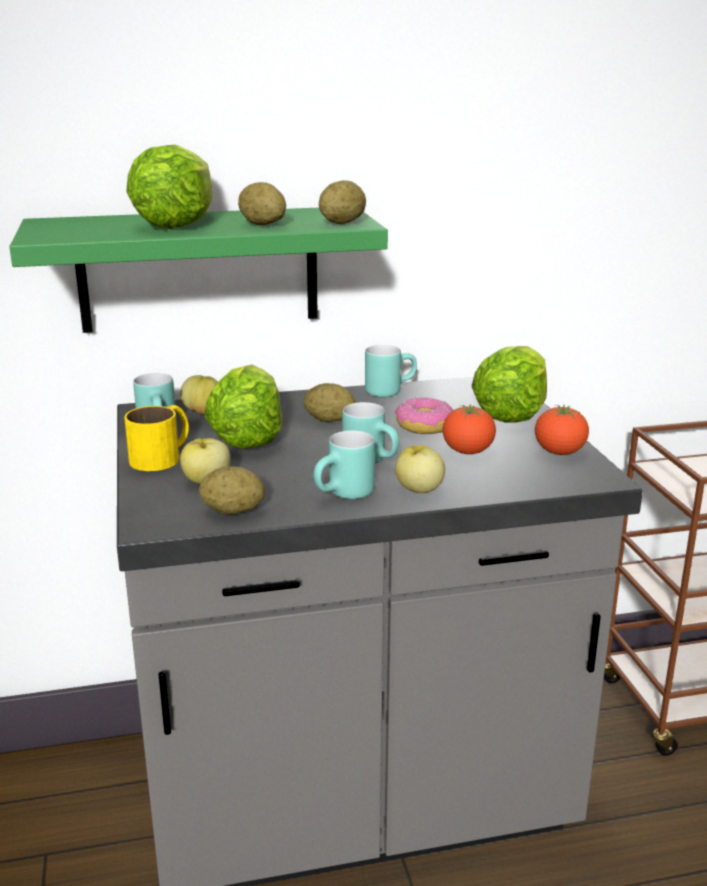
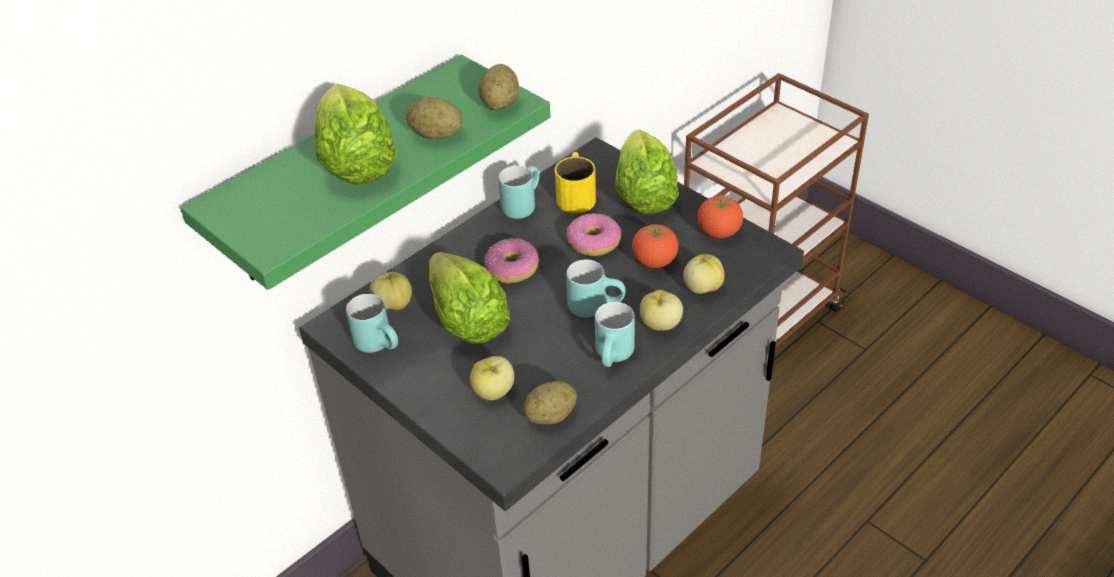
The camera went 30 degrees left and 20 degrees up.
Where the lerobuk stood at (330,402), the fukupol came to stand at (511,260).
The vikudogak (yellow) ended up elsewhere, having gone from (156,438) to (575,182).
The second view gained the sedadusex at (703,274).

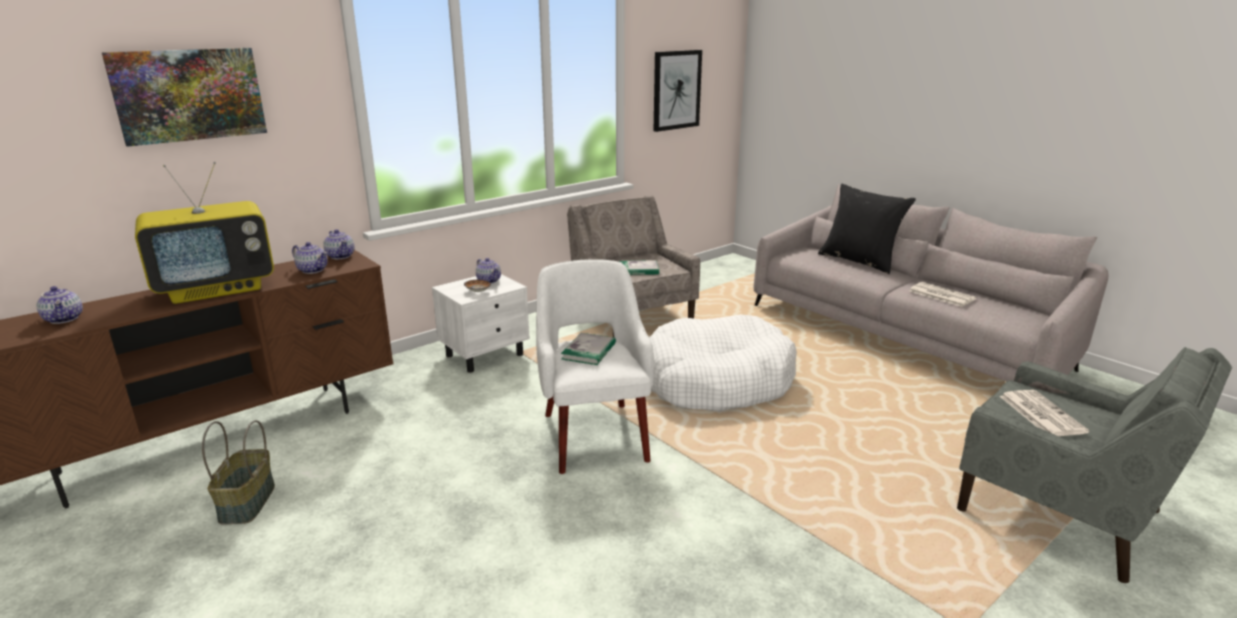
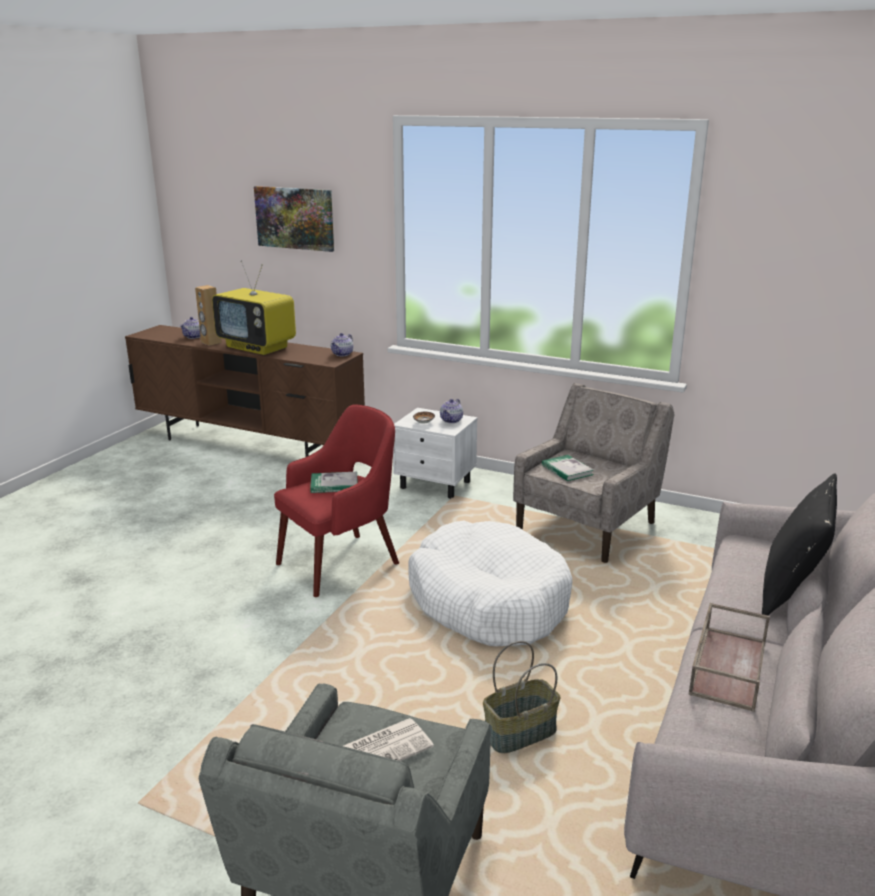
The camera went 65 degrees right and 0 degrees up.
The second view lost the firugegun at (678,91).
The second view lost the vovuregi at (310,258).
What was the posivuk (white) at (595,366) turned into the posivuk (red) at (336,501).
Where the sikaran stood at (942,294), the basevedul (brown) came to stand at (729,657).
The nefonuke ended up elsewhere, having gone from (238,472) to (522,697).
The second view gained the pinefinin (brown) at (208,315).

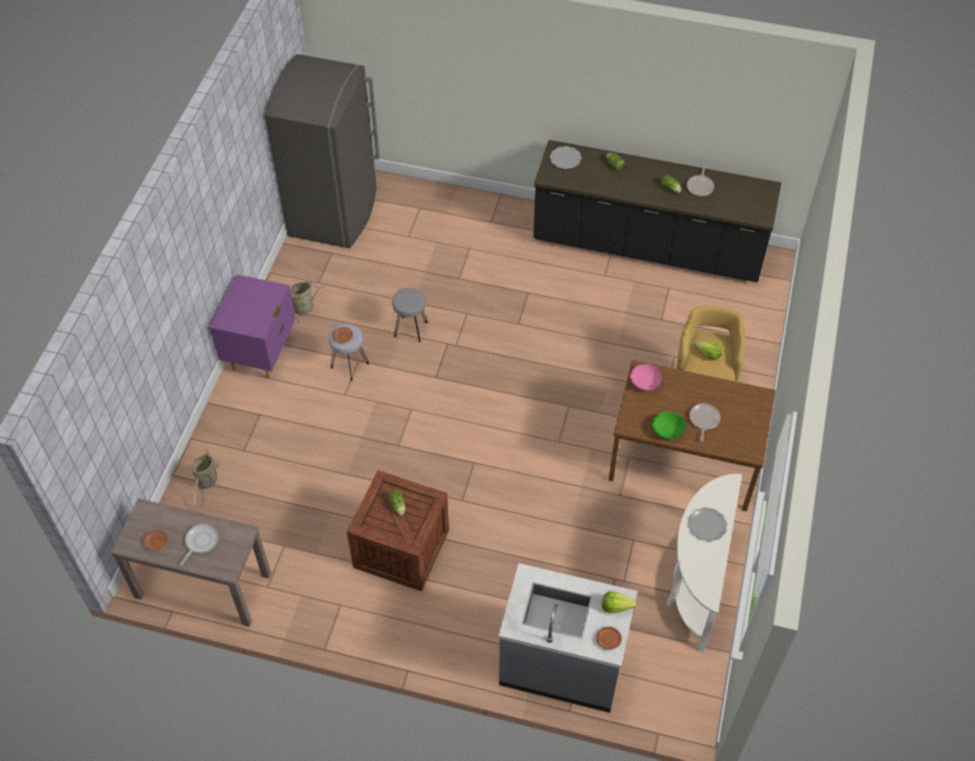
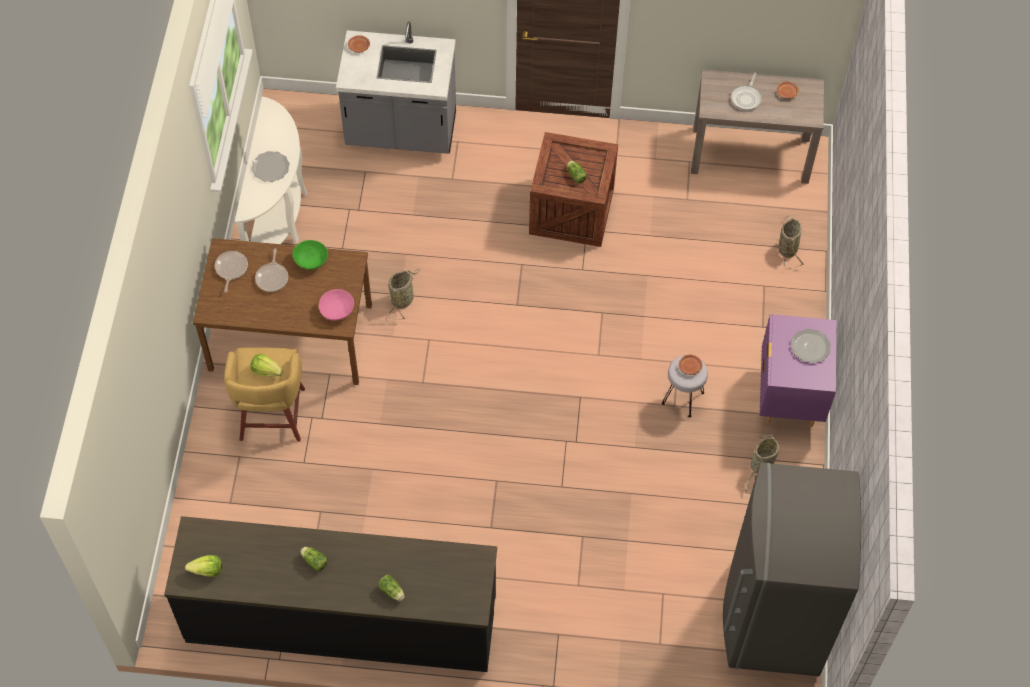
The camera went 170 degrees right and 5 degrees up.
The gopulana ended up elsewhere, having gone from (566,157) to (811,345).
The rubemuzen ended up elsewhere, having gone from (700,180) to (231,271).
The second view lost the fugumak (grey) at (410,315).
The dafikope ended up elsewhere, having gone from (619,602) to (203,566).
The second view gained the nefonuke at (404,294).

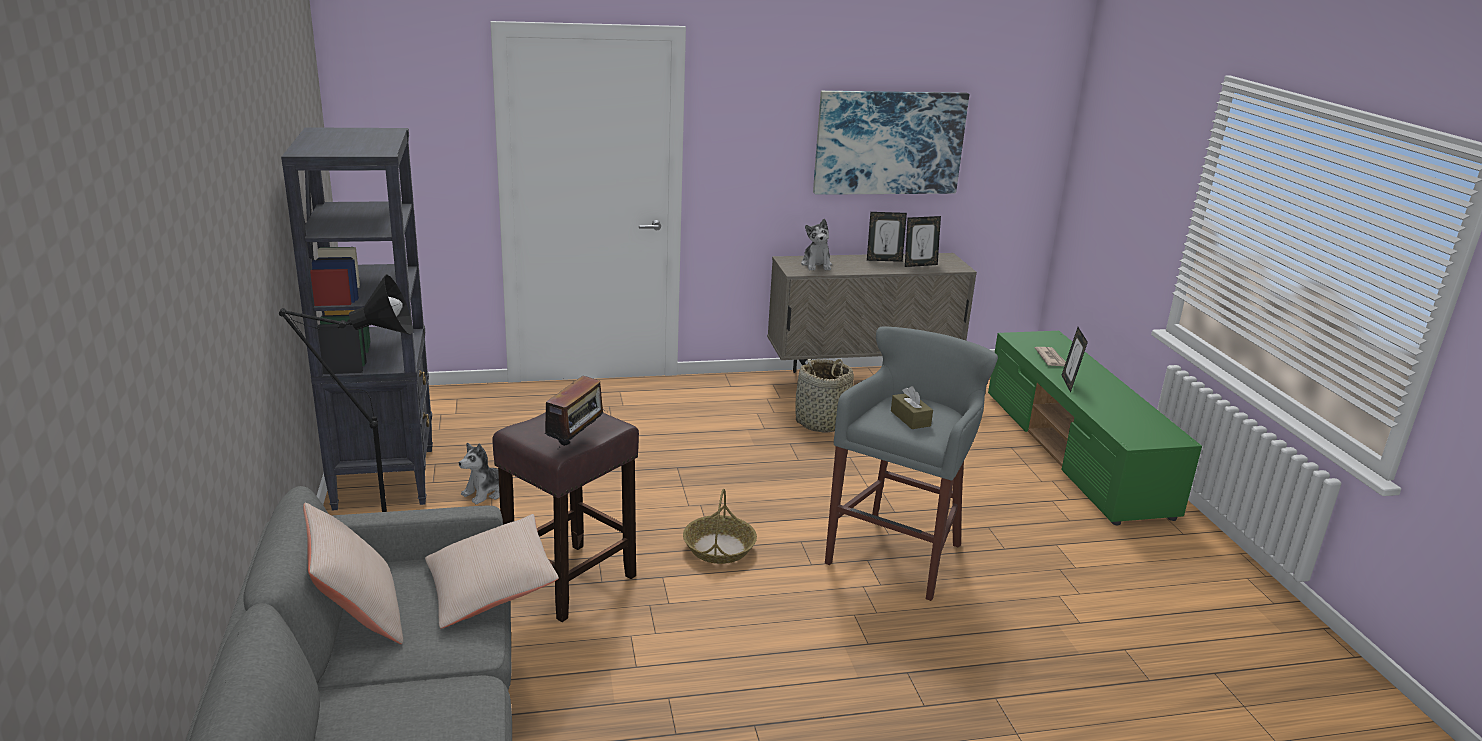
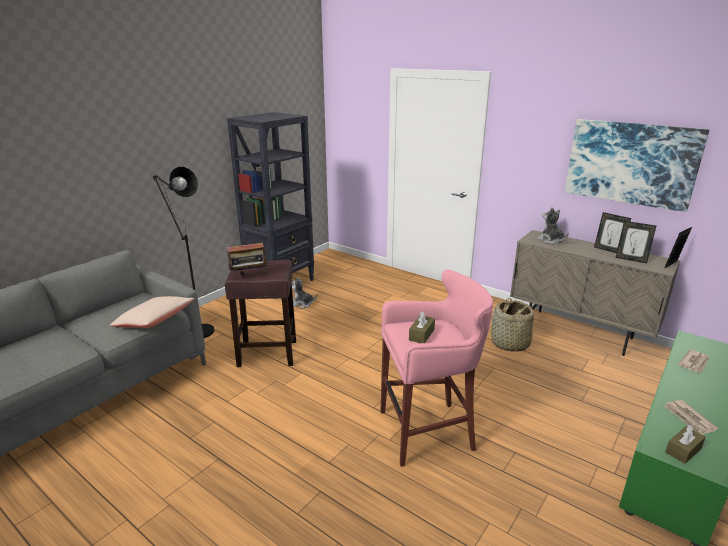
The camera went 50 degrees right and 0 degrees up.
The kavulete at (816,245) ended up facing another way, 105 degrees clockwise from before.
What was the fugumak (grey) at (911,463) turned into the fugumak (pink) at (437,368).
The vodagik ended up elsewhere, having gone from (1074,359) to (678,247).
The second view lost the nefonuke at (720,526).
The second view lost the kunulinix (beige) at (353,573).
The second view gained the sikaran at (691,417).
The second view gained the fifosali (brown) at (685,444).

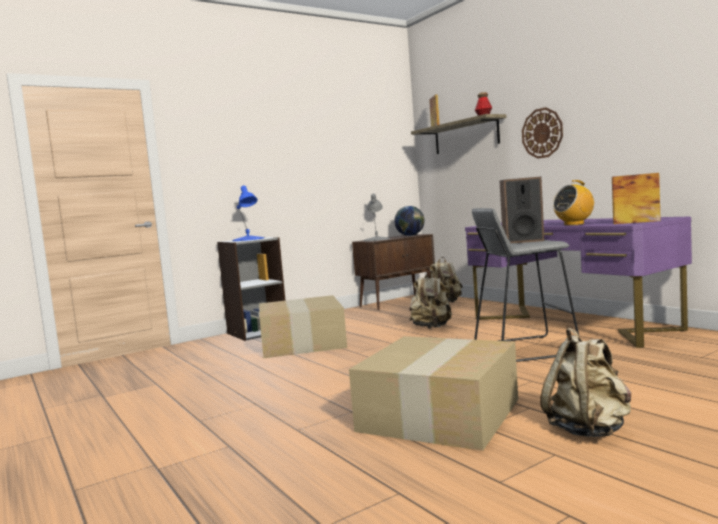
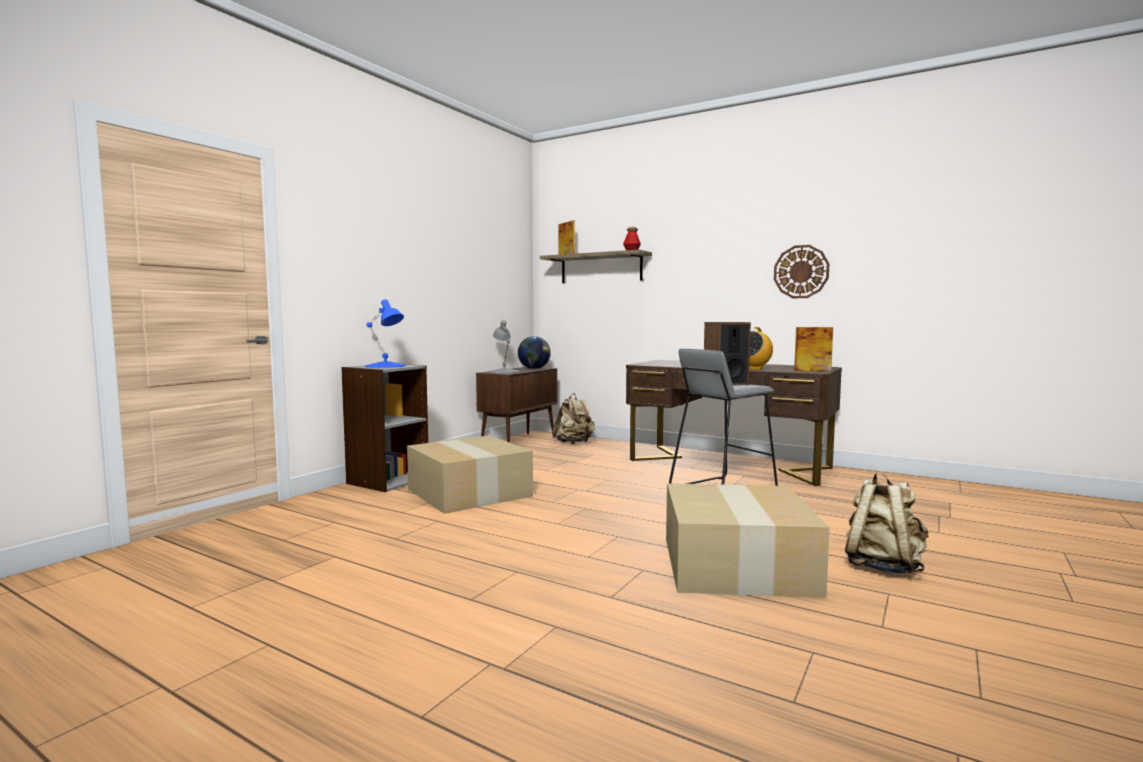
The camera went 25 degrees left and 0 degrees up.
The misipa ended up elsewhere, having gone from (542,133) to (801,271).
What was the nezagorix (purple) at (578,282) turned into the nezagorix (brown) at (734,423).
The second view lost the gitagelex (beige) at (430,299).

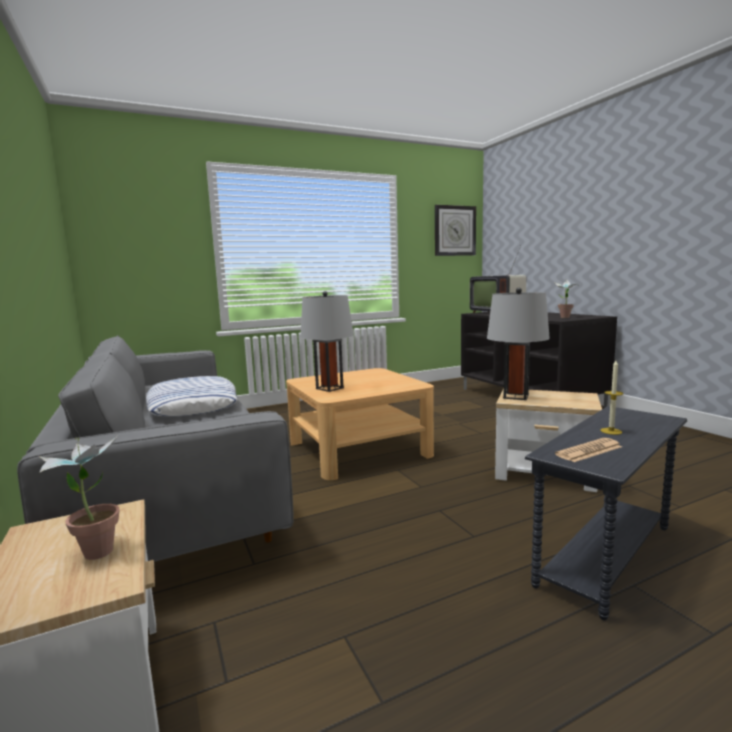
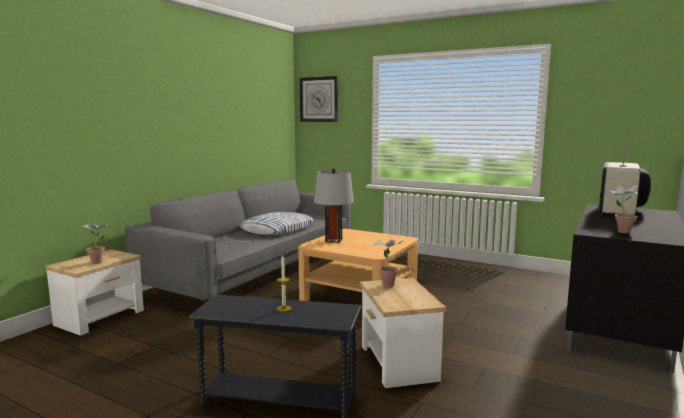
The camera went 55 degrees right and 0 degrees up.
The misipa ended up elsewhere, having gone from (455,230) to (319,99).
Where the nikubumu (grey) stood at (518,344), the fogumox came to stand at (388,261).
The second view lost the sikaran at (588,450).

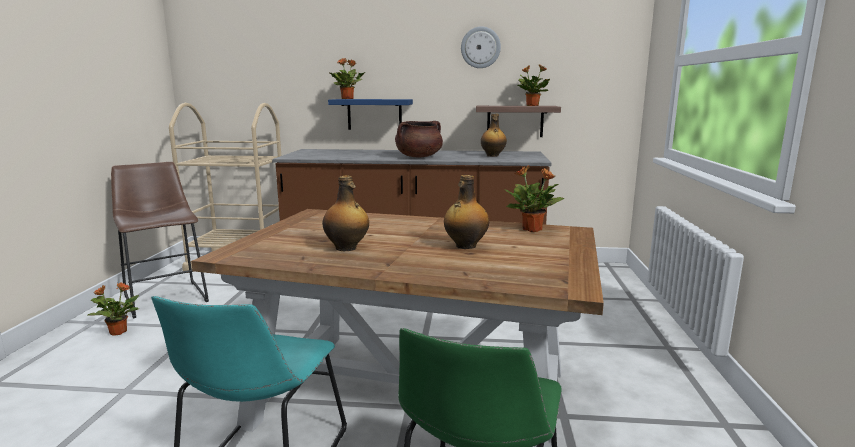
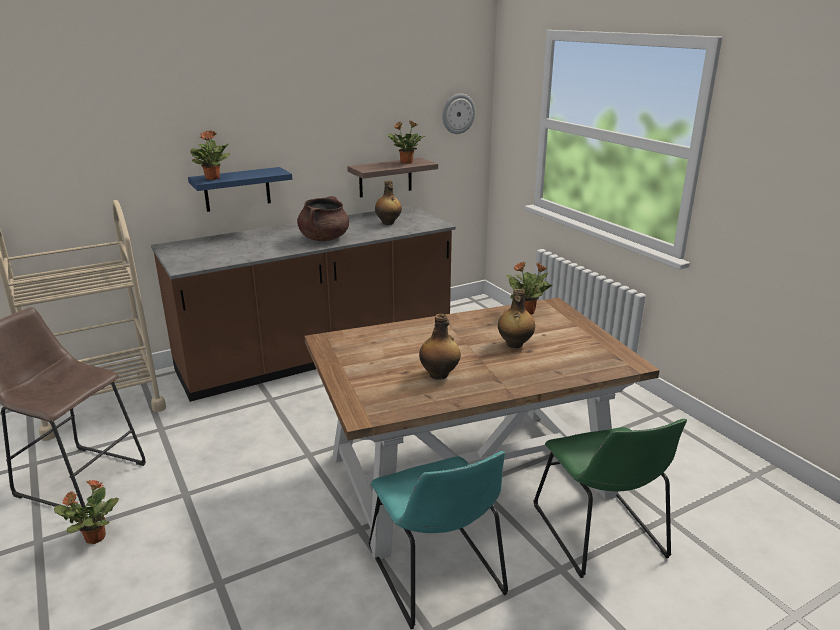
The camera went 35 degrees left and 10 degrees up.
The misipa ended up elsewhere, having gone from (481,47) to (459,113).

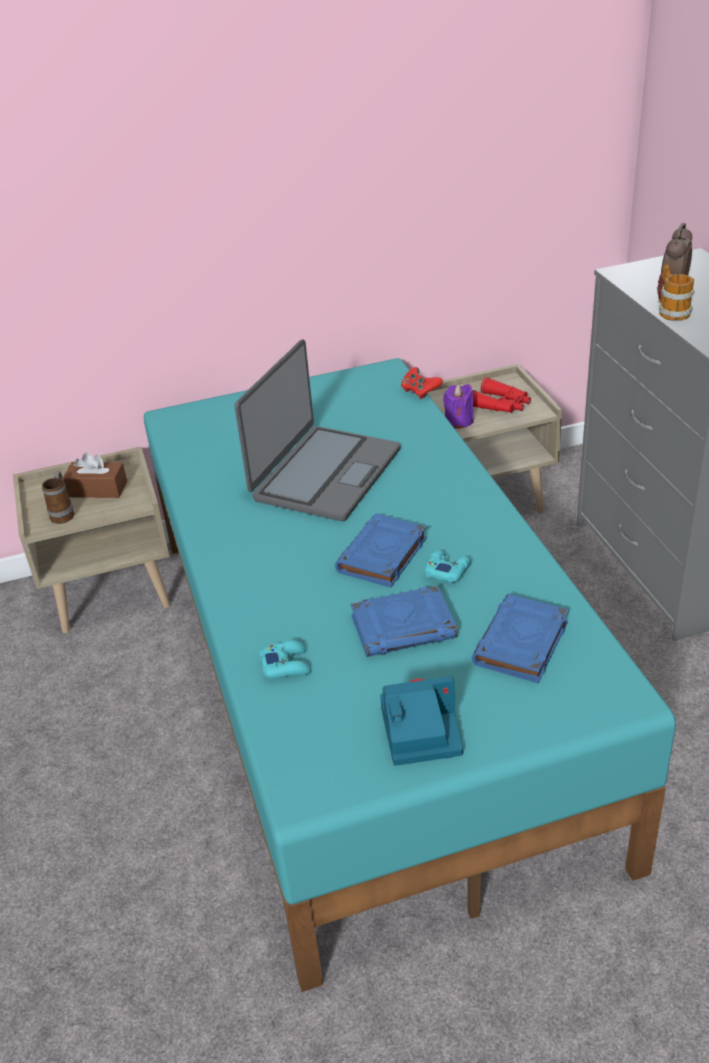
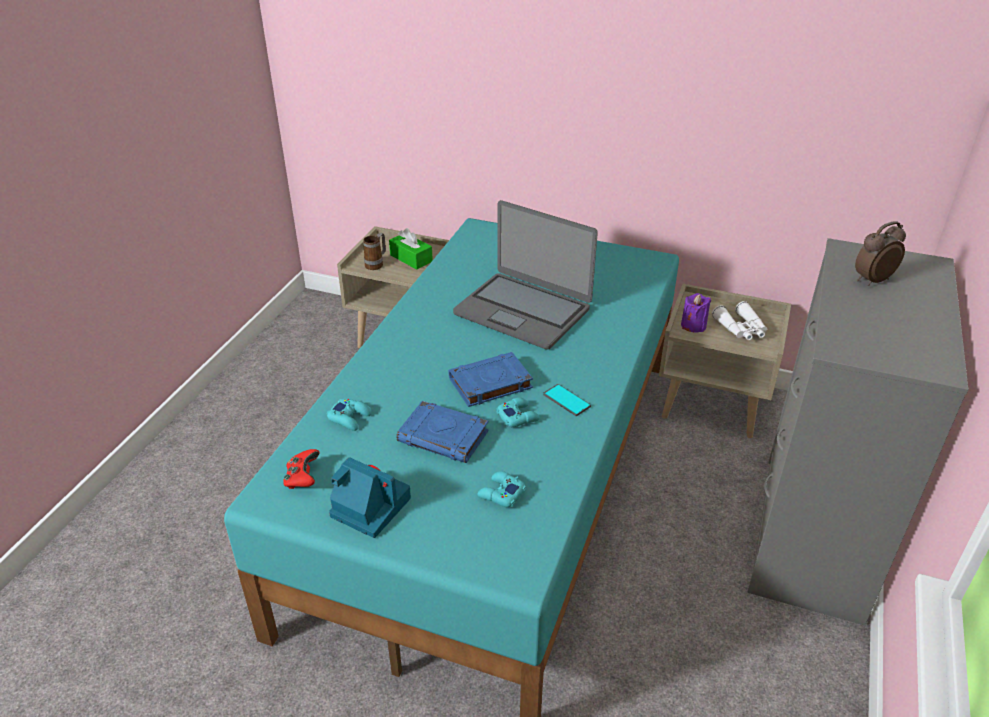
The camera went 35 degrees right and 0 degrees up.
The second view lost the vikudogak at (676,292).
The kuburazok at (317,430) ended up facing another way, 60 degrees clockwise from before.
The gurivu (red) ended up elsewhere, having gone from (422,383) to (301,469).
What was the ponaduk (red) at (501,395) turned into the ponaduk (white) at (739,320).
What was the fifosali (brown) at (95,475) turned into the fifosali (green) at (411,249).
Where the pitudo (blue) stood at (520,638), the gurivu (turquoise) came to stand at (501,489).
The second view gained the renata at (567,400).

